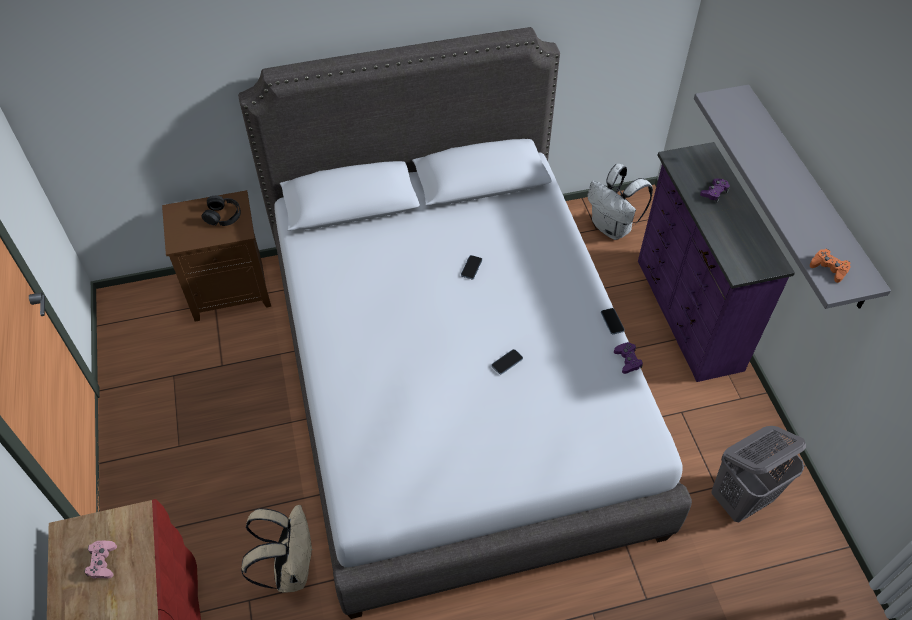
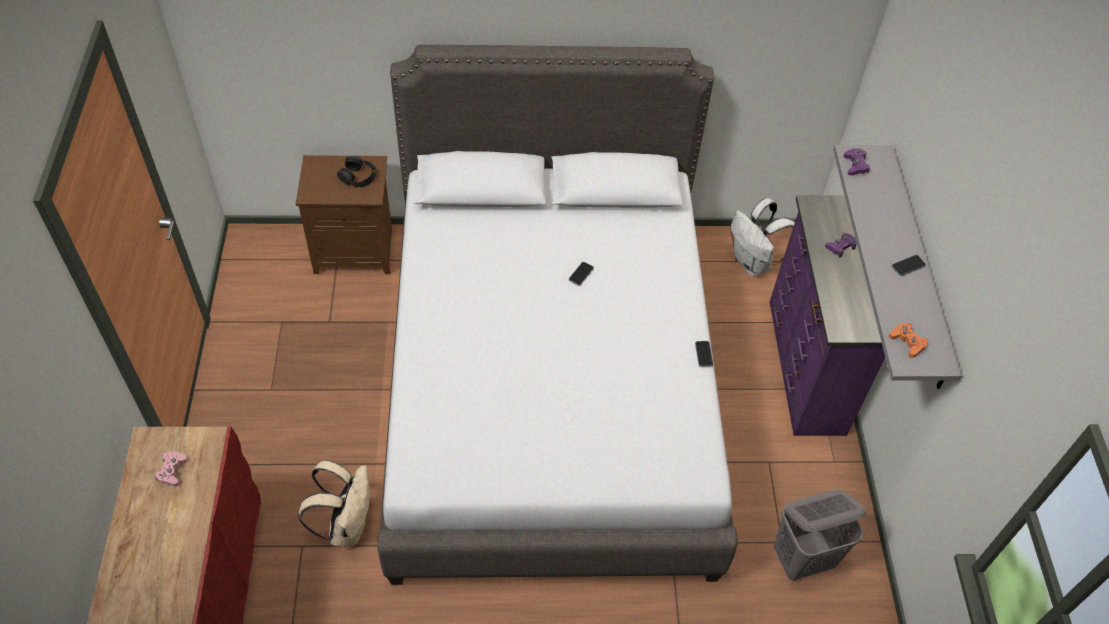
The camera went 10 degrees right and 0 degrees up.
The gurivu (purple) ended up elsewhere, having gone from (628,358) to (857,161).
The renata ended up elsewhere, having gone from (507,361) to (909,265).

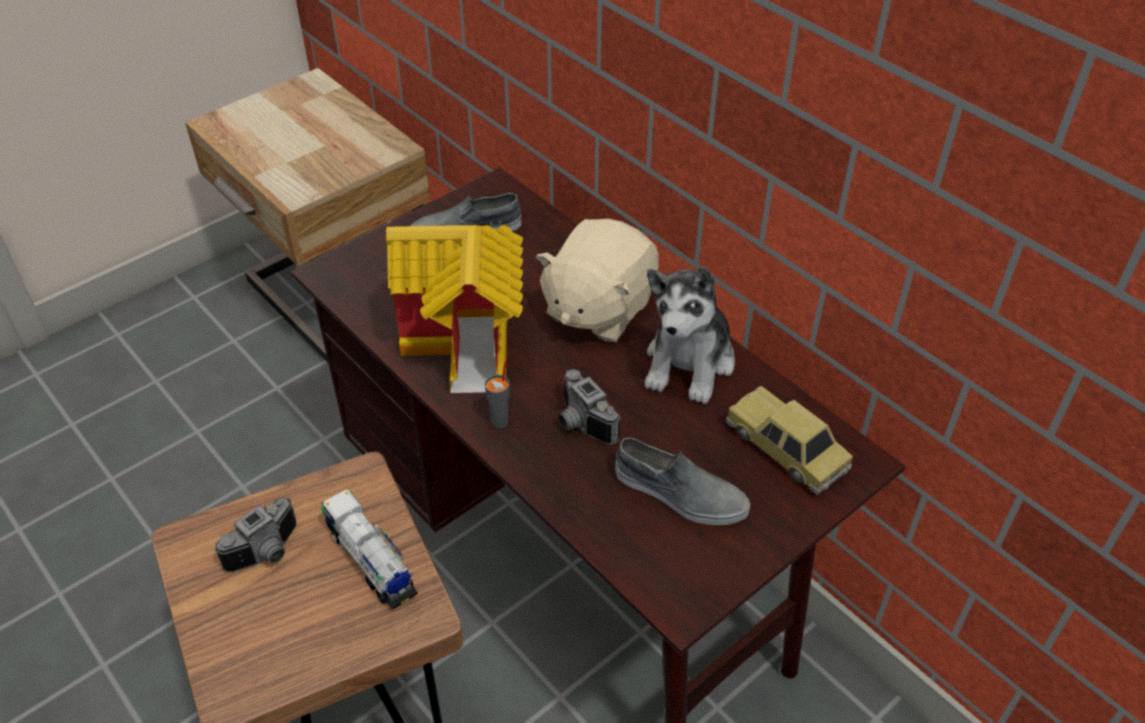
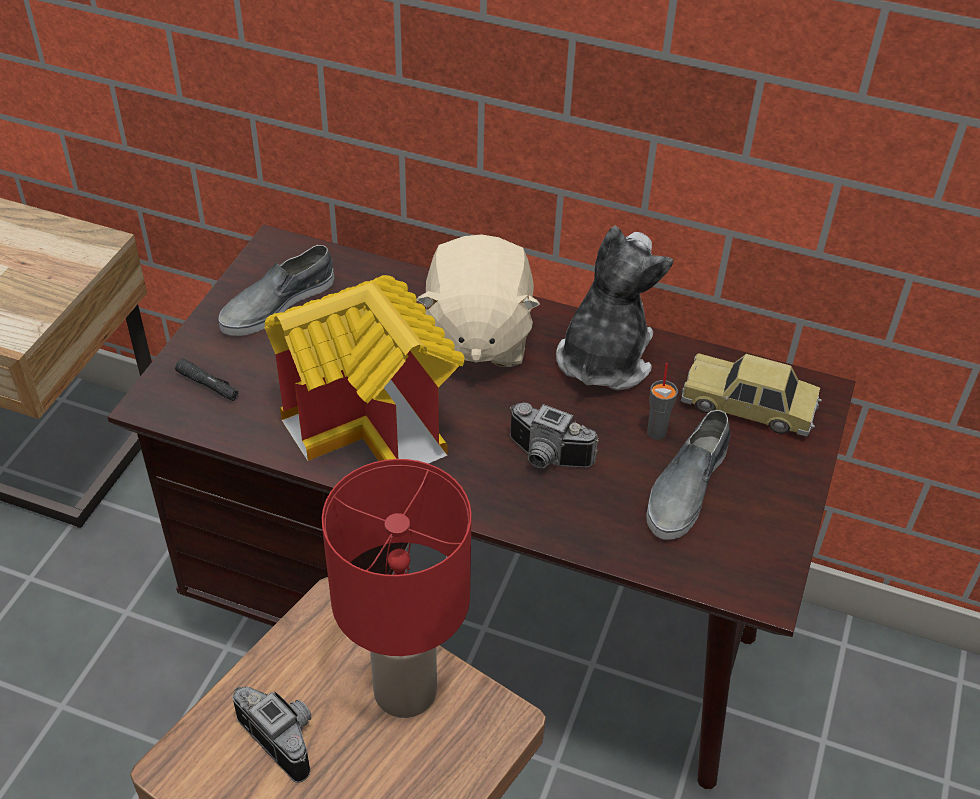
The camera went 30 degrees left and 0 degrees up.
The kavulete at (690,335) ended up facing another way, 150 degrees counterclockwise from before.
The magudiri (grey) ended up elsewhere, having gone from (497,394) to (662,401).
The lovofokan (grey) at (682,482) ended up facing another way, 120 degrees clockwise from before.
Where the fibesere stood at (369,549), the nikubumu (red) came to stand at (397,588).
The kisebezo at (255,535) ended up facing another way, 60 degrees counterclockwise from before.
The second view gained the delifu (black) at (207,379).

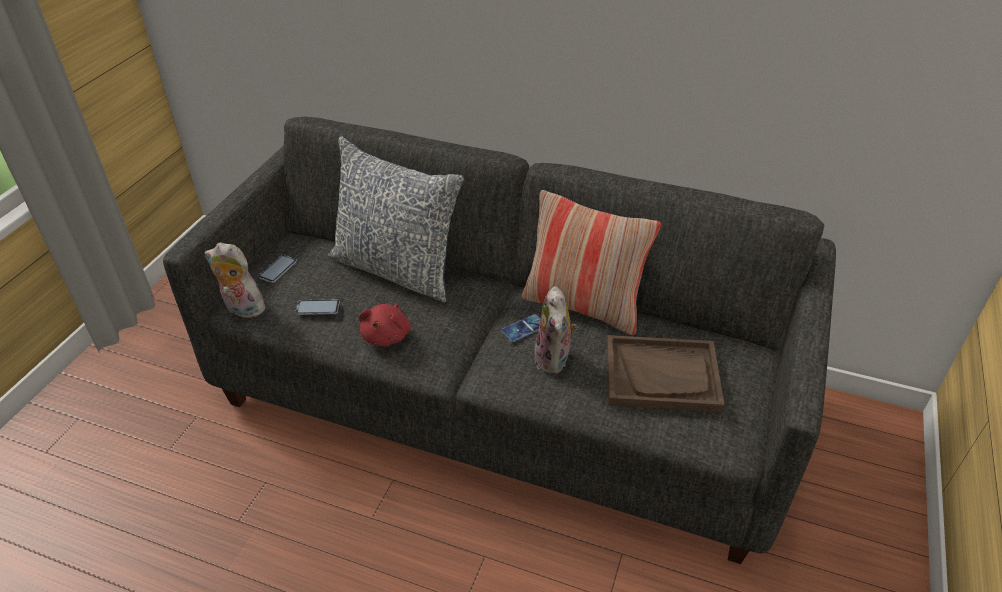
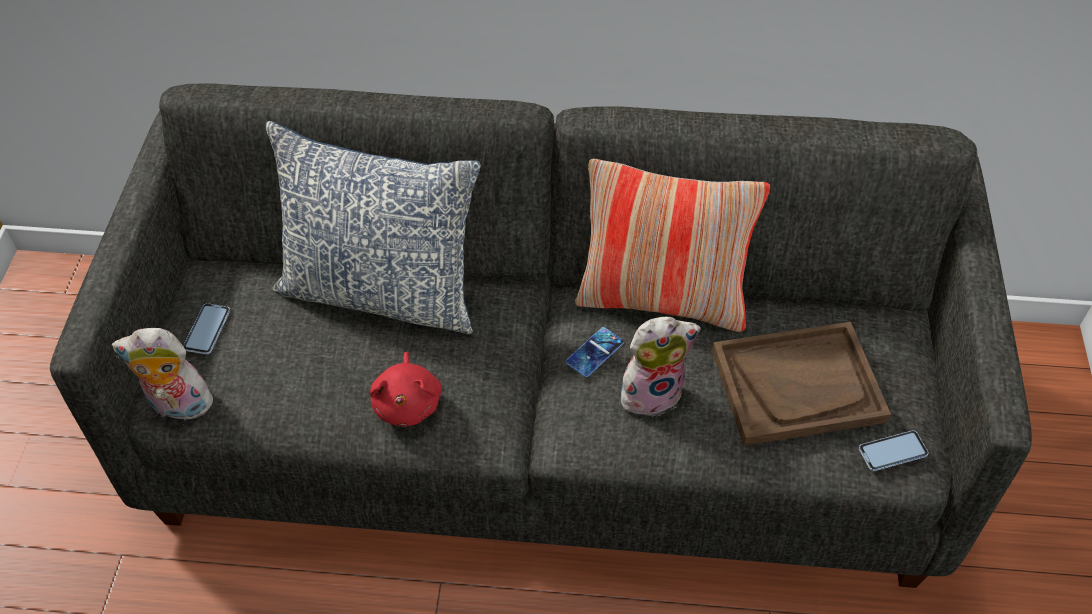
The camera went 15 degrees left and 10 degrees up.
The kavulete at (555,330) ended up facing another way, 90 degrees counterclockwise from before.
The renata ended up elsewhere, having gone from (317,307) to (894,450).

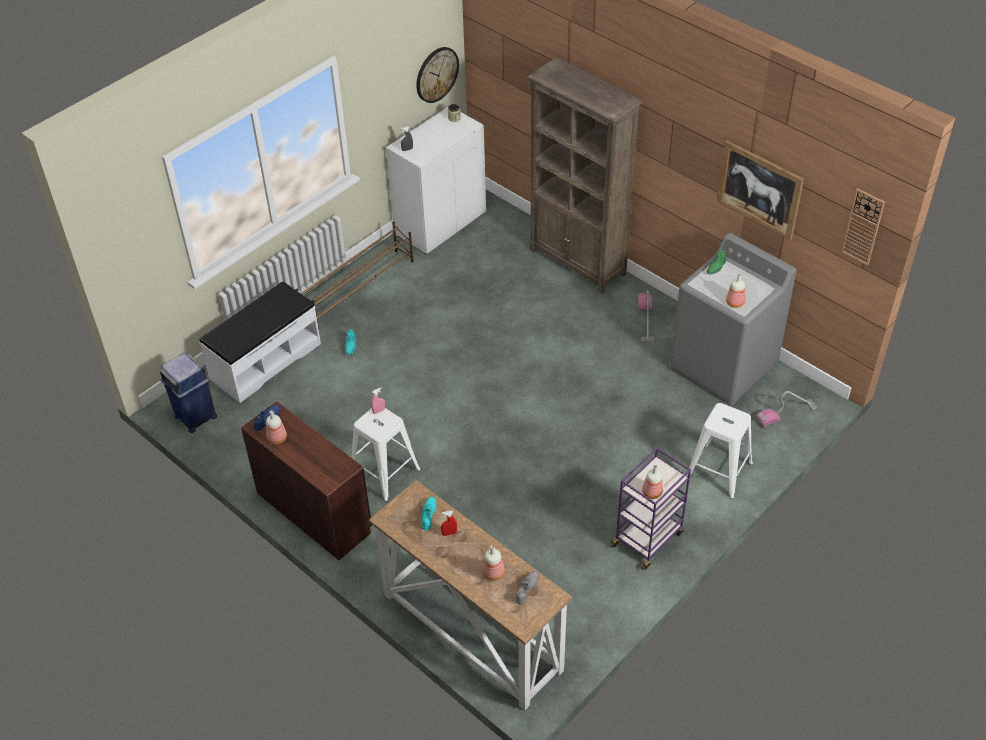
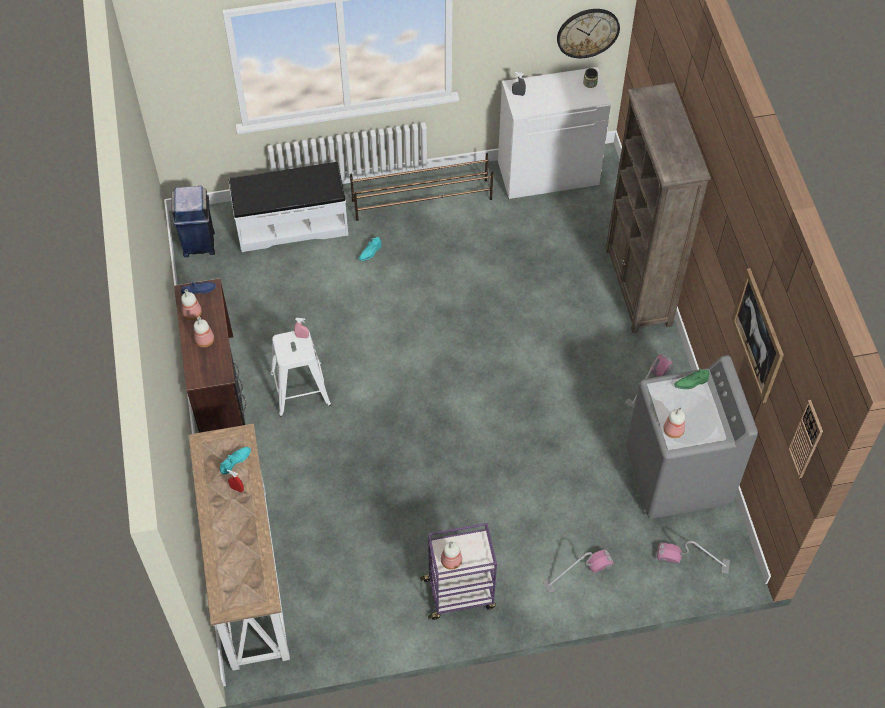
The camera went 35 degrees right and 10 degrees up.
Where the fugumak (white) stood at (720,451), the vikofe came to stand at (578,571).
The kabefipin ended up elsewhere, having gone from (493,563) to (204,332).
The second view lost the lovofokan (grey) at (527,588).

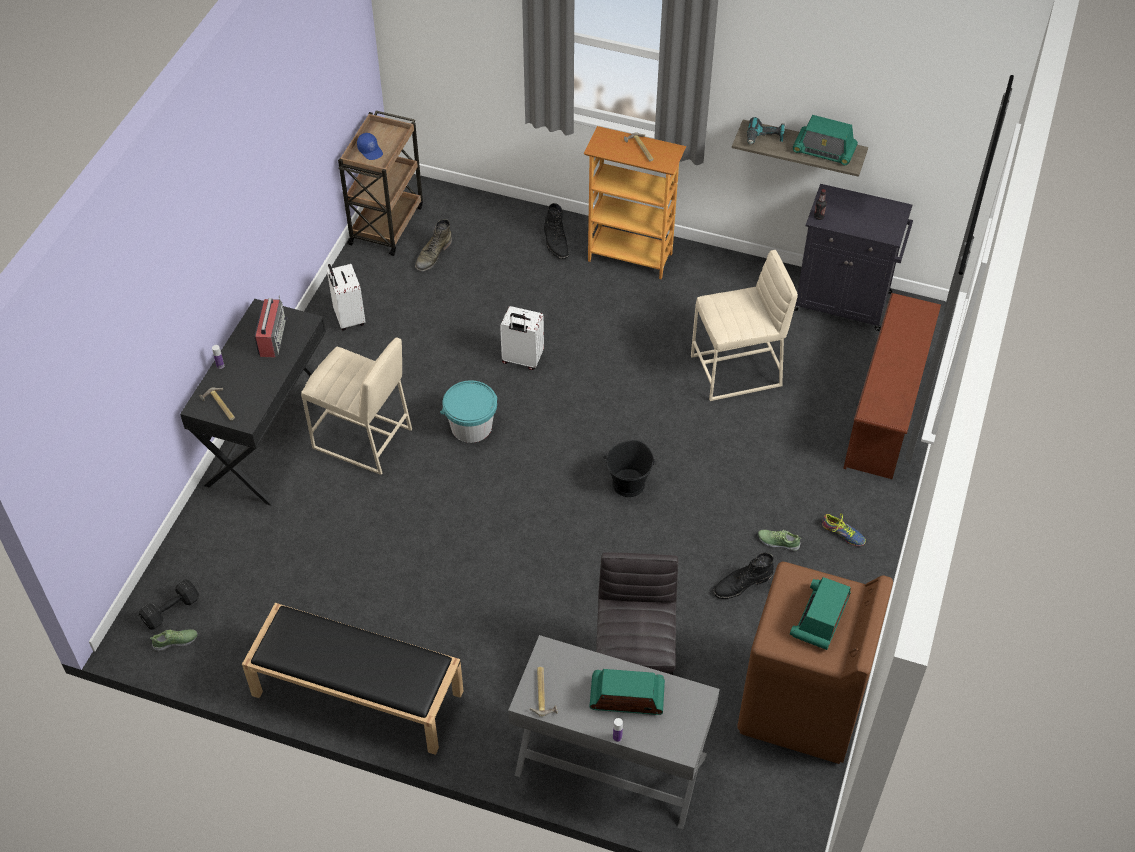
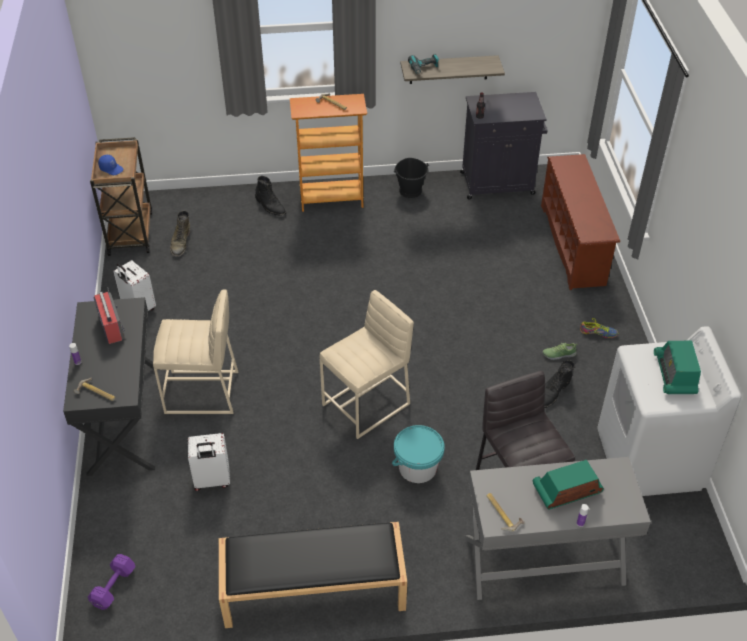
The camera went 25 degrees left and 5 degrees down.
The second view lost the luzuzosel at (825,140).
The fugumak (beige) ended up elsewhere, having gone from (744,325) to (367,364).
The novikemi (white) ended up elsewhere, having gone from (522,338) to (209,462).
The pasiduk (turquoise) ended up elsewhere, having gone from (468,411) to (418,454).
The pasiduk (black) ended up elsewhere, having gone from (629,468) to (411,178).
What was the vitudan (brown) at (815,663) turned into the vitudan (white) at (669,411).
What was the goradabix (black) at (169,604) turned into the goradabix (purple) at (111,582).
The second view lost the lovofokan at (174,640).

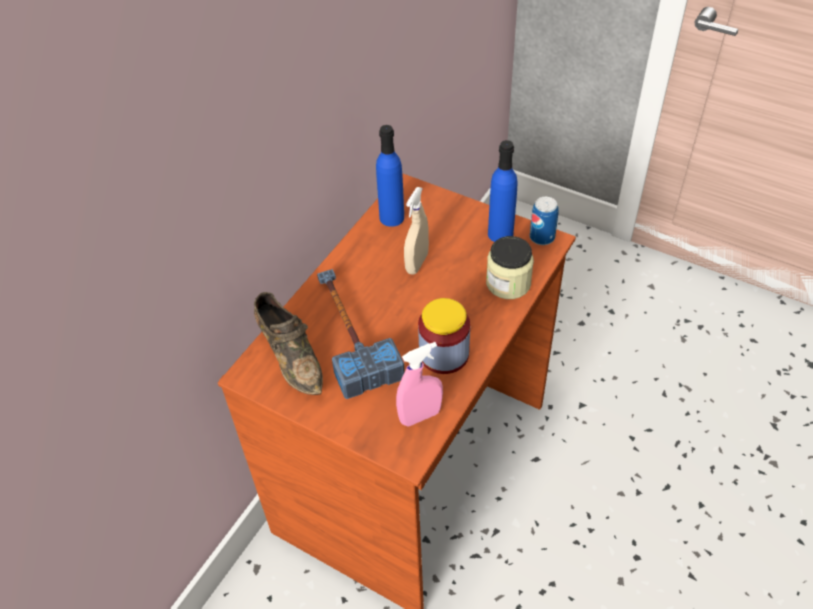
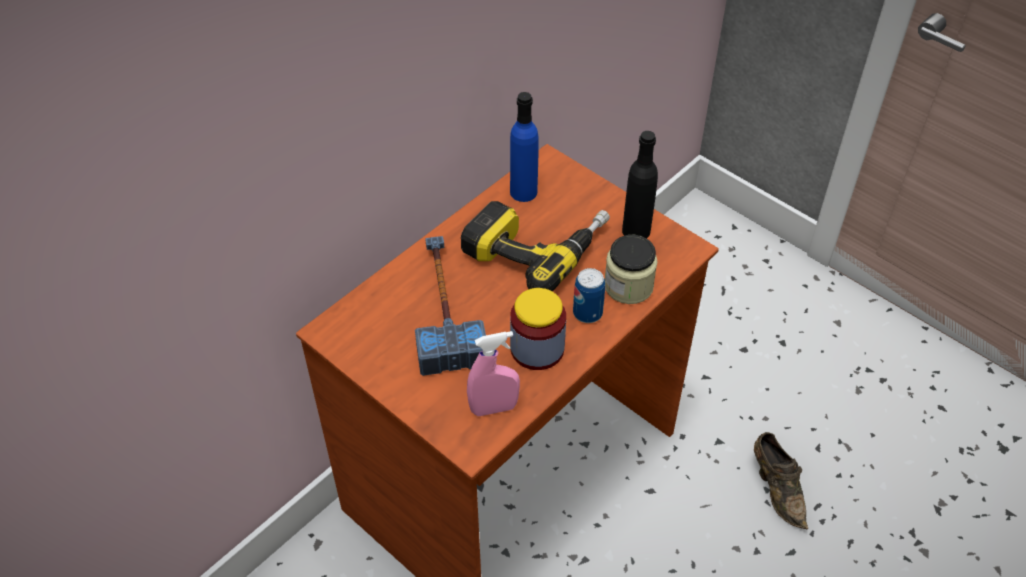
The camera went 10 degrees right and 0 degrees up.
What was the kabefipin (blue) at (502,191) turned into the kabefipin (black) at (640,184).
Where the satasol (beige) stood at (416,230), the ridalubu came to stand at (535,246).
The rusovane ended up elsewhere, having gone from (544,221) to (589,295).
The lovofokan (brown) ended up elsewhere, having gone from (288,343) to (781,480).

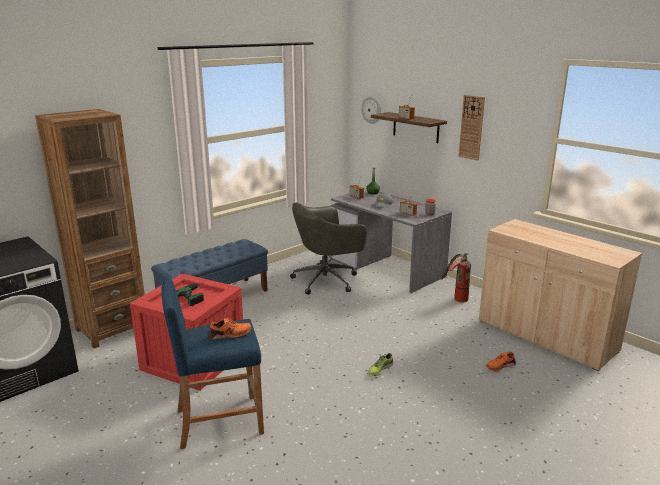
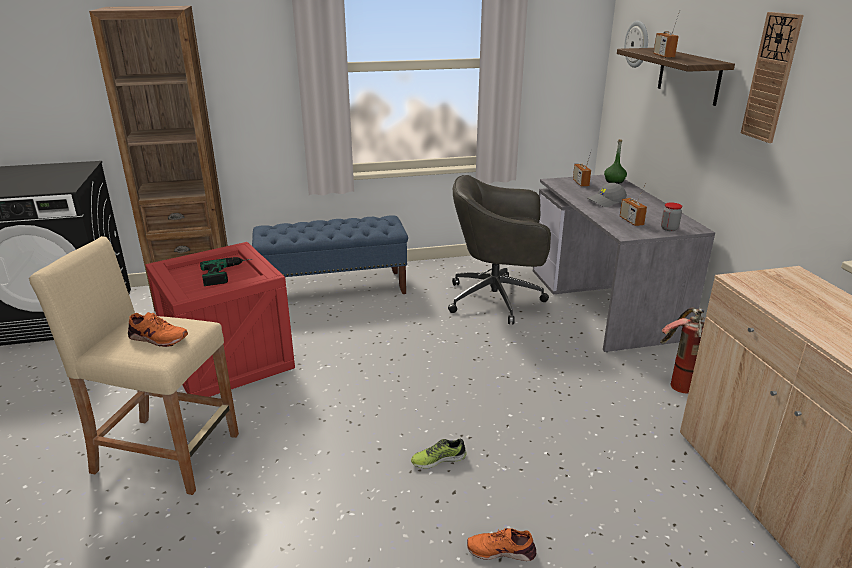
The camera went 30 degrees right and 5 degrees up.
What was the fugumak (blue) at (212,363) turned into the fugumak (beige) at (134,365).
The lovofokan (orange) ended up elsewhere, having gone from (501,361) to (501,544).

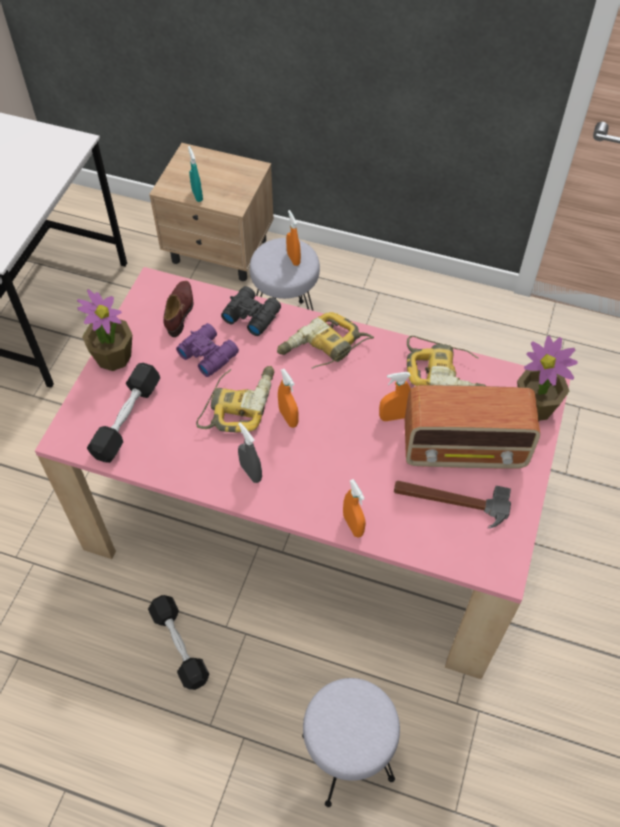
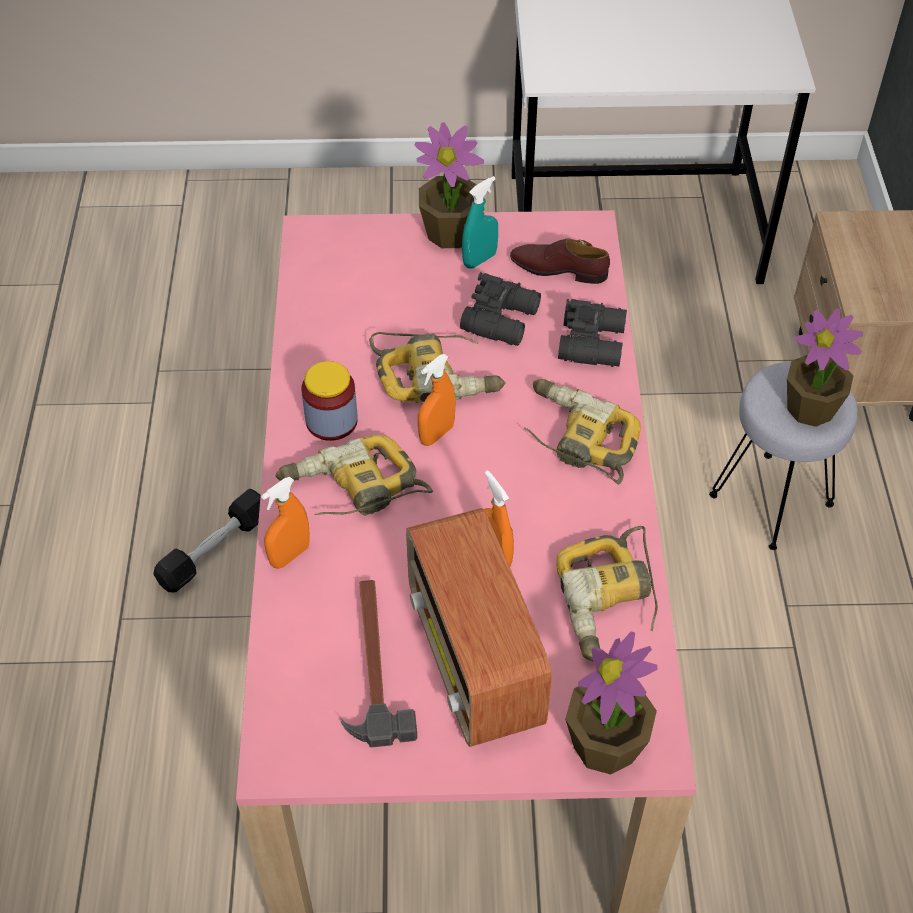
The camera went 70 degrees right and 5 degrees down.
The satasol (turquoise) ended up elsewhere, having gone from (195,174) to (480,222).
Where the satasol (orange) stood at (293,238), the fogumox came to stand at (825,368).
The lovofokan (brown) at (178,309) ended up facing another way, 150 degrees counterclockwise from before.
What was the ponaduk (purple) at (207,350) turned into the ponaduk (black) at (500,309).
The second view lost the goradabix (black) at (123,413).
Where the satasol (grey) stood at (250,452), the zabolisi came to stand at (330,401).
The second view lost the fugumak (grey) at (351,742).
The second view gained the ridalubu at (354,475).

